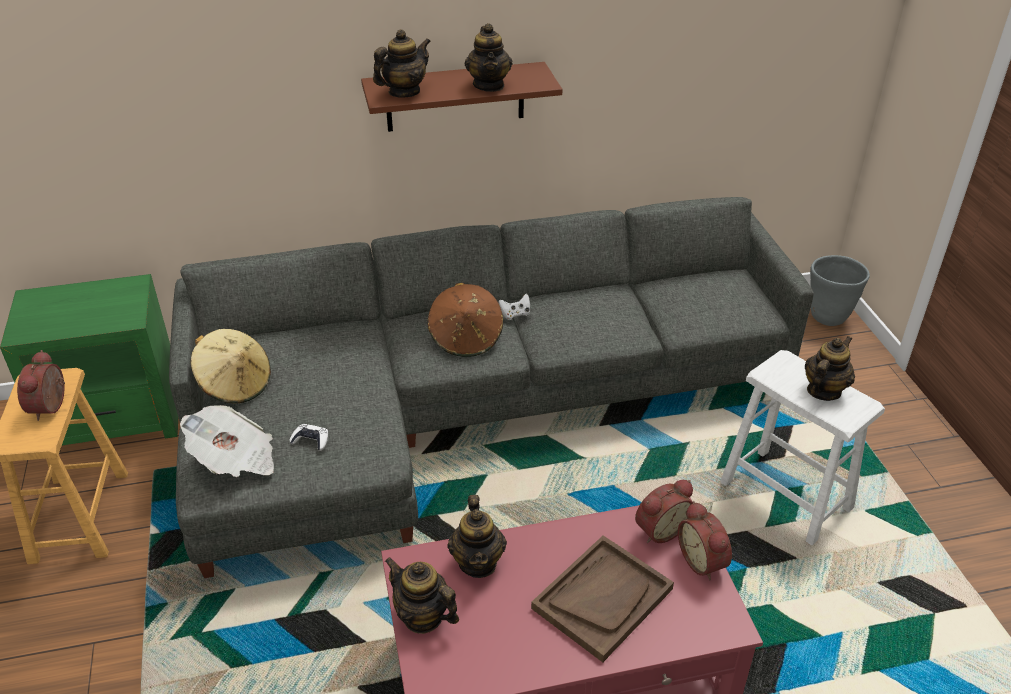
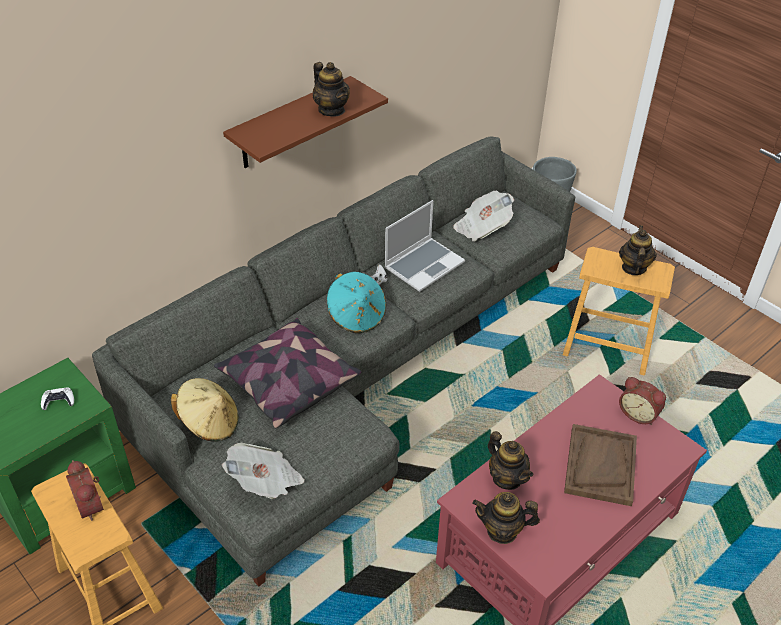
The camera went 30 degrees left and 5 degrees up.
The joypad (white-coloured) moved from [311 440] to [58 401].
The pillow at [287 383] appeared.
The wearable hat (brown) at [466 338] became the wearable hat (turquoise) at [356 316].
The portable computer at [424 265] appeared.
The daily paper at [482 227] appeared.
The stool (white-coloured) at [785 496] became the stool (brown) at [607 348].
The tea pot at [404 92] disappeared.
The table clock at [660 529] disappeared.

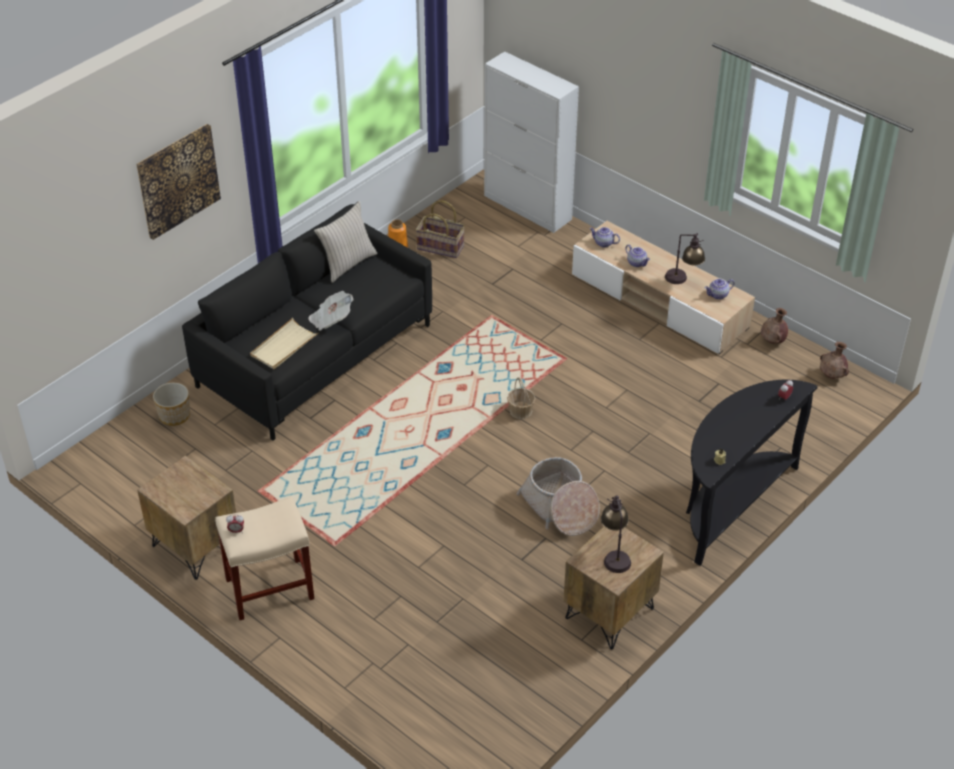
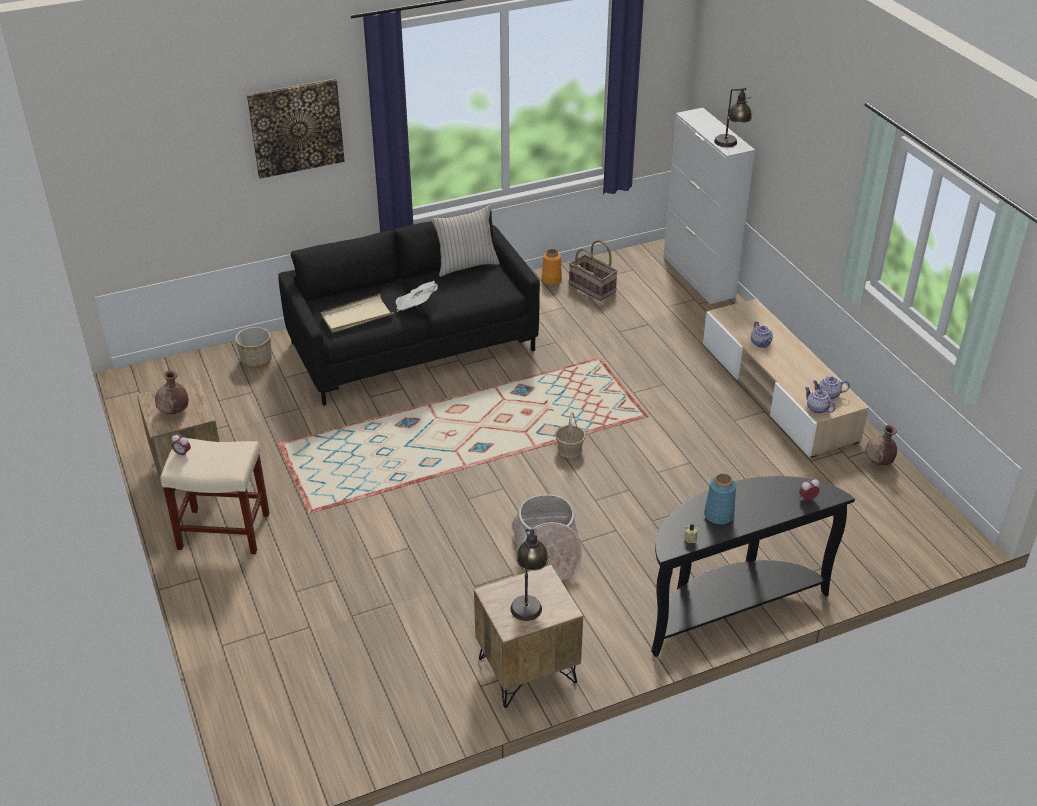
The camera went 25 degrees right and 5 degrees down.
The flower vase (brown) moved from [832 376] to [174 412].
The flower vase (blue) at [718 514] appeared.
The tabletop lamp moved from [683 280] to [731 145].
The tea pot moved from [603 243] to [817 409].

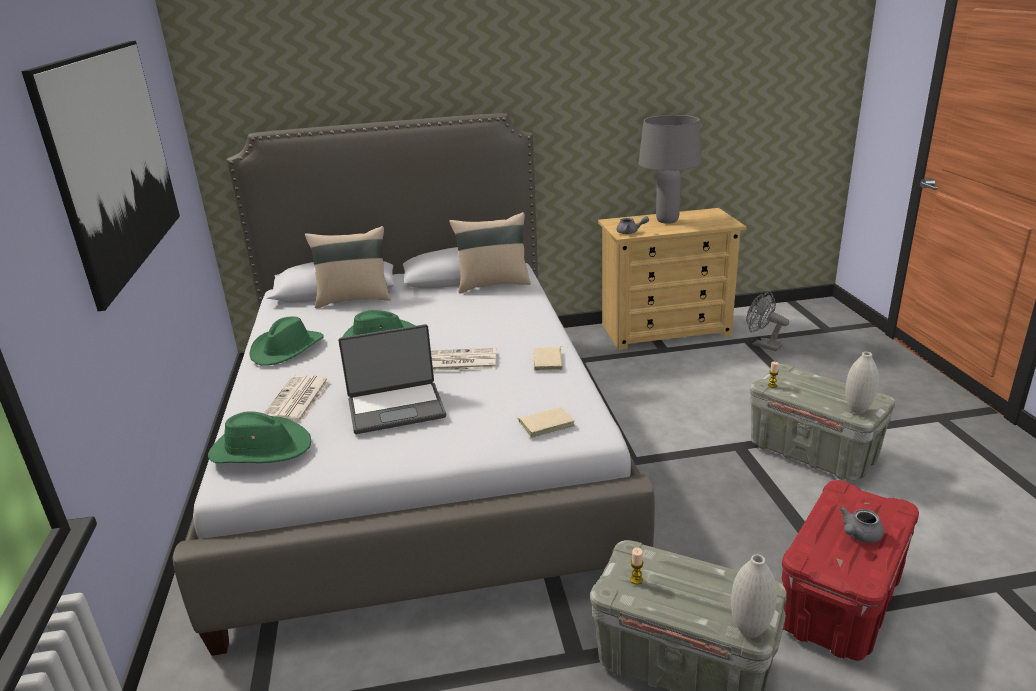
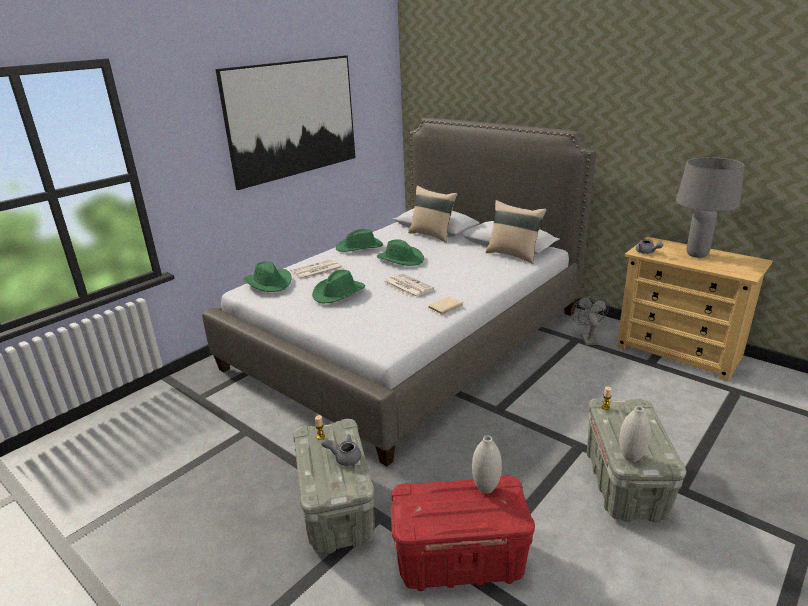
The camera went 50 degrees right and 0 degrees up.
The portable computer at [396 408] was replaced by the wearable hat (green-coloured) at [339 293].
The tea pot (gray) moved from [858 535] to [344 457].
The flower vase (white-coloured) moved from [749 630] to [486 488].
The cooling fan (gray) moved from [762 345] to [587 338].
The volume (beige-coloured) at [545 424] disappeared.

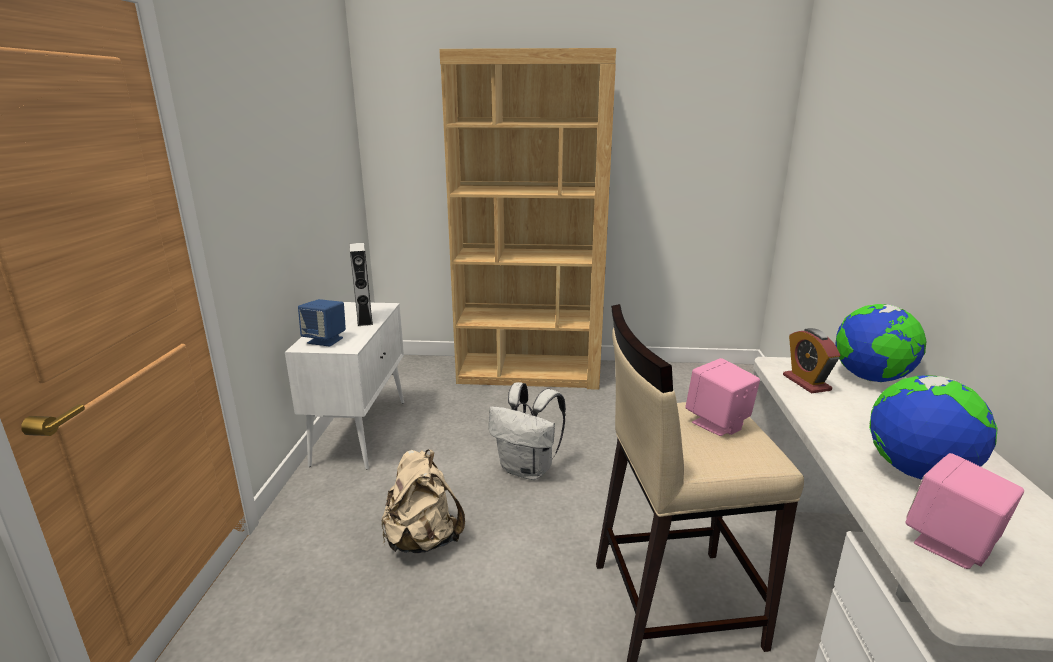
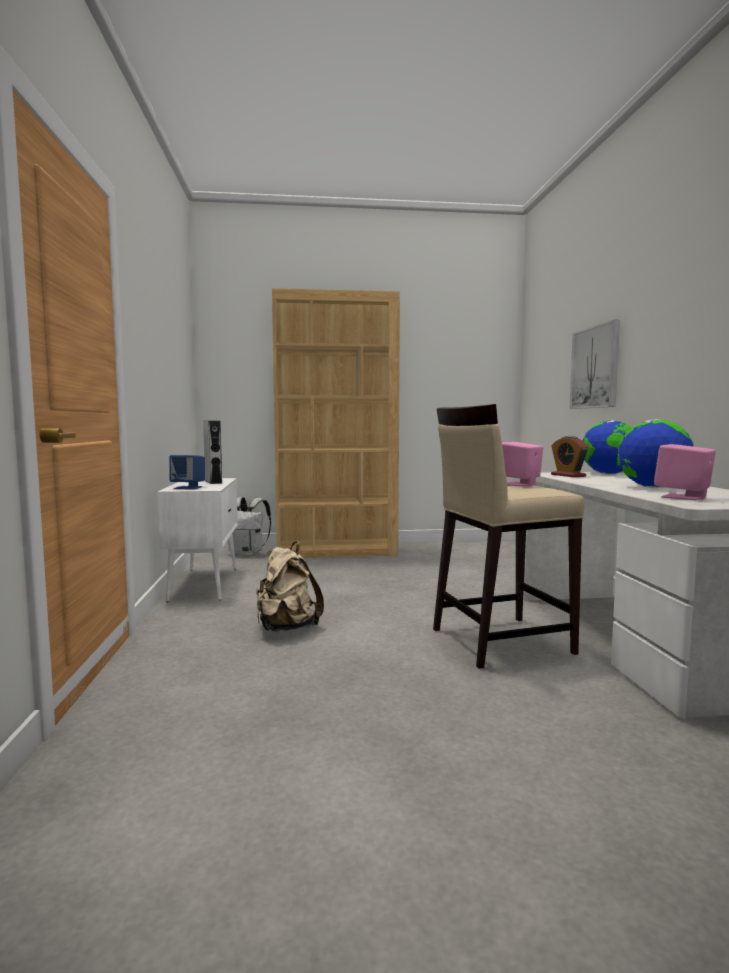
The camera went 10 degrees left and 15 degrees down.
The backpack (white-coloured) moved from [528 469] to [247 553].
The wall art at [595 367] appeared.

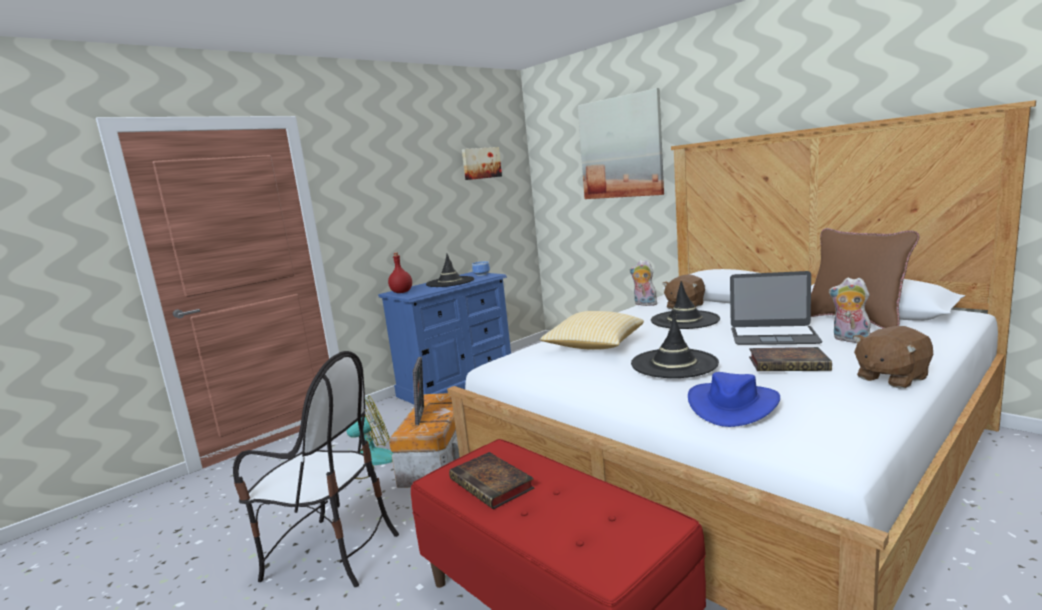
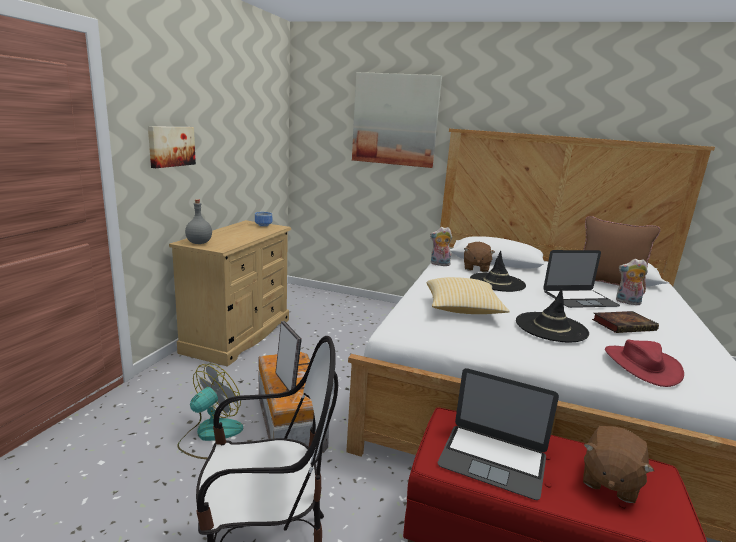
The camera went 30 degrees left and 5 degrees up.
The wall art moved from [481 163] to [171 146].
The chest of drawers (blue) at [458 384] became the chest of drawers (beige-coloured) at [238 335].
The beverage bottle (red-coloured) at [401 292] became the beverage bottle (gray) at [199 243].
The volume at [493 485] was replaced by the portable computer at [493 459].
The soft toy (brown) moved from [891 378] to [609 481].
The wearable hat (blue) at [732 405] became the wearable hat (red-coloured) at [641 365].
The wearable hat (black) at [450 282] disappeared.

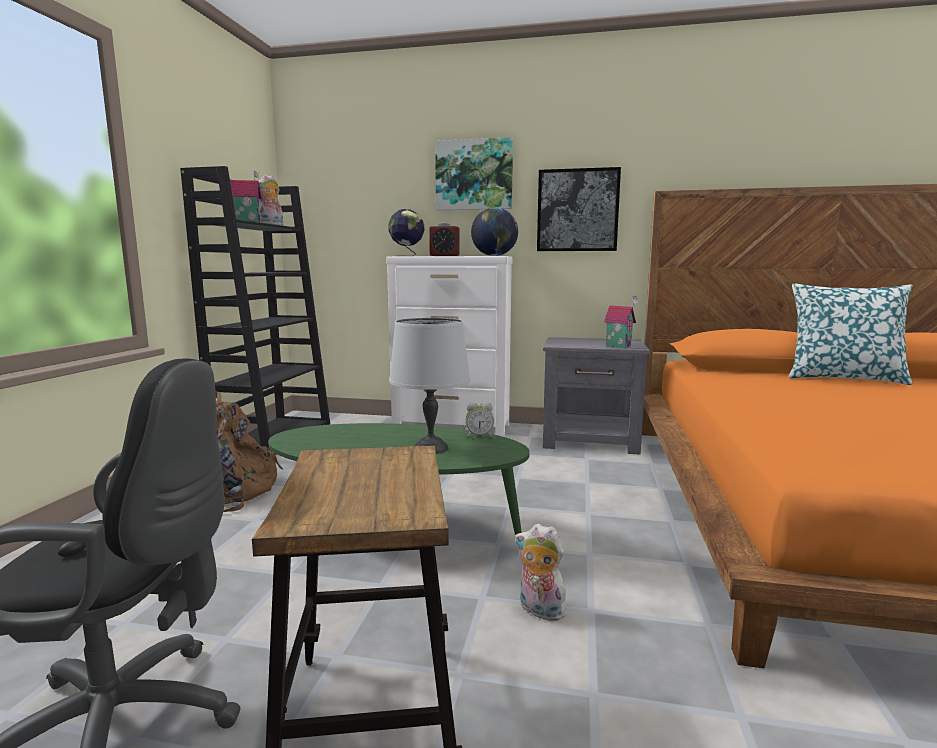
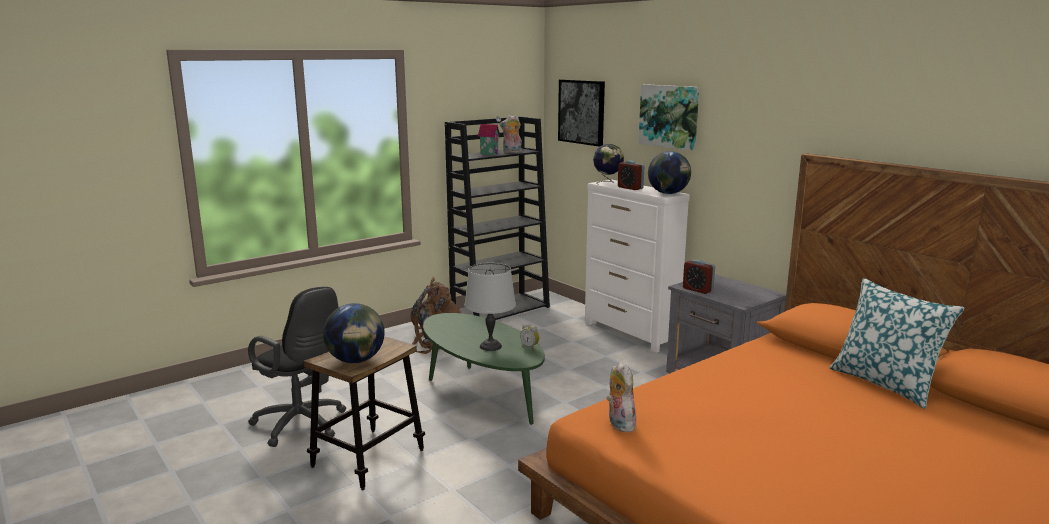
The camera went 40 degrees right and 5 degrees up.
The world globe at [356 360] appeared.
The wall art moved from [577 210] to [582 112].
The soft toy moved from [539 610] to [619 424].
The table clock at [697 290] appeared.
The model house at [619 346] disappeared.

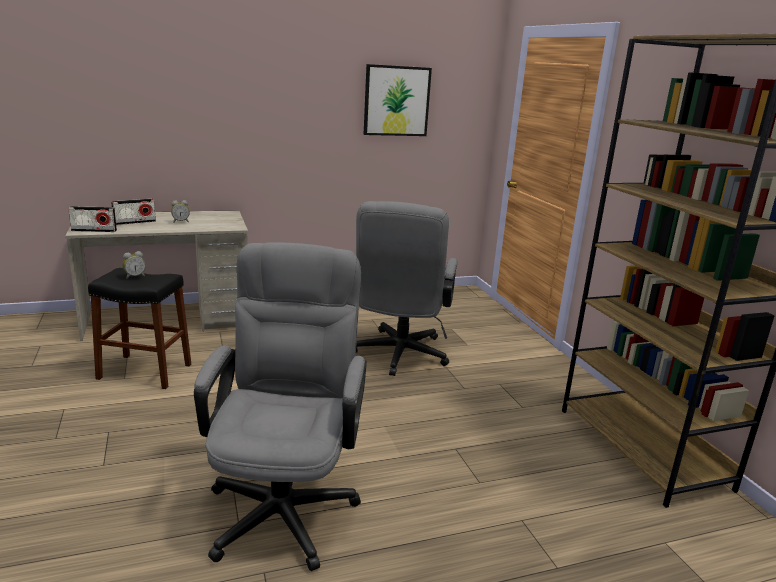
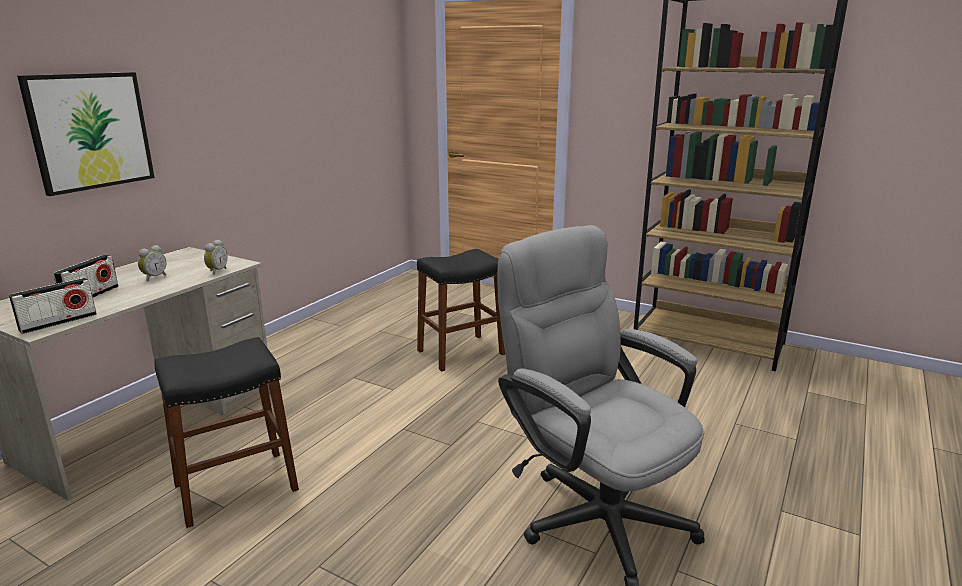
The camera went 40 degrees left and 0 degrees up.
The wall art moved from [396 101] to [90 131].
The table clock moved from [134 276] to [216 271].
The computer chair (gray) at [398 357] was replaced by the stool (black) at [461 352].

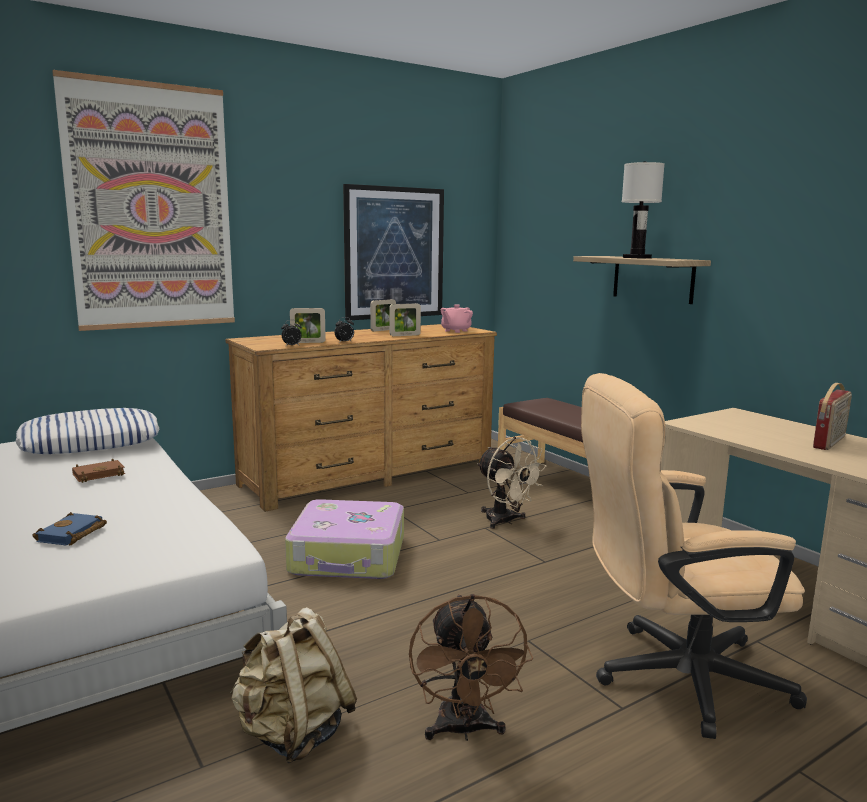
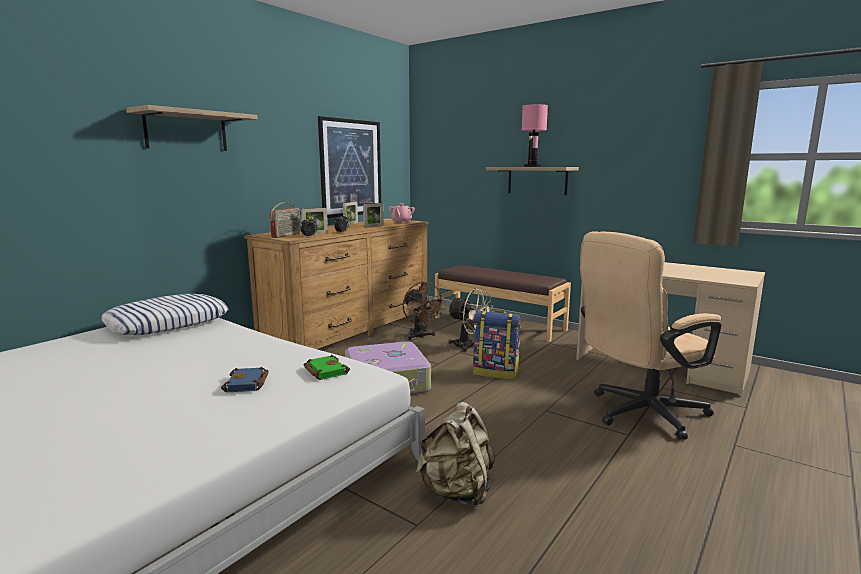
The camera went 20 degrees left and 0 degrees up.
The wall art at [151 208] was replaced by the wall shelf at [186 131].
The radio receiver moved from [830 442] to [287 235].
The volume (green-coloured) at [324 371] appeared.
The cooling fan (brown) moved from [464 730] to [420 336].
The backpack at [496 372] appeared.
The tabletop lamp (white-coloured) at [636 258] became the tabletop lamp (pink-coloured) at [532 166].
The volume (brown) at [100 474] disappeared.

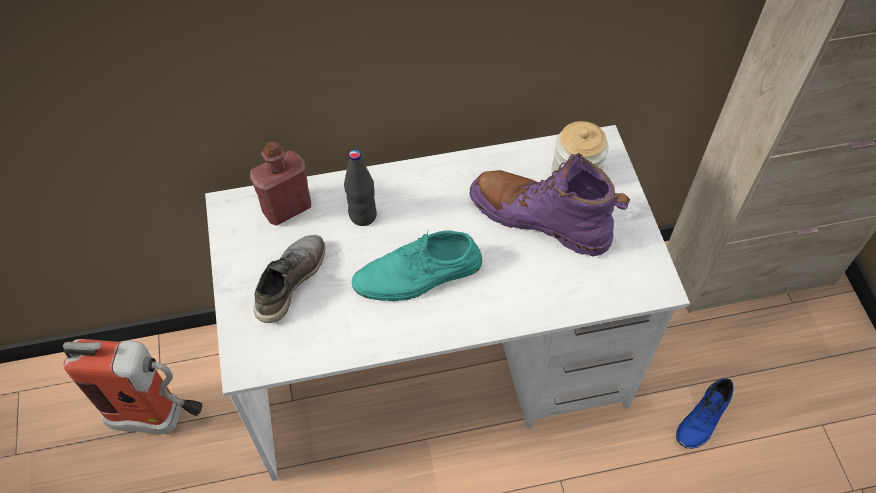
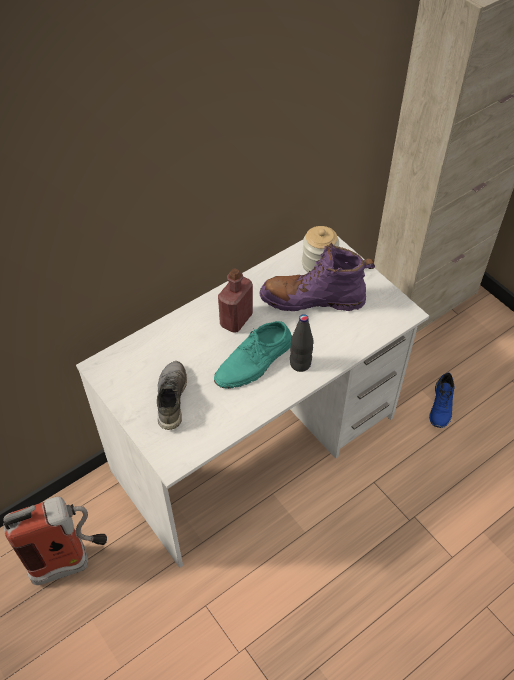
The camera went 25 degrees left and 5 degrees down.
The beverage bottle (red-coloured) moved from [287 208] to [236 320].
The beverage bottle (black) moved from [362 215] to [300 364].

